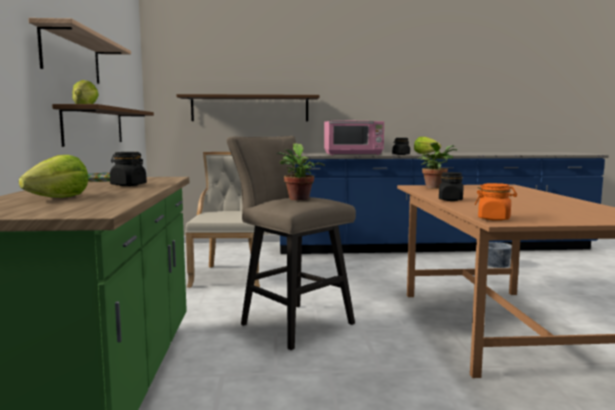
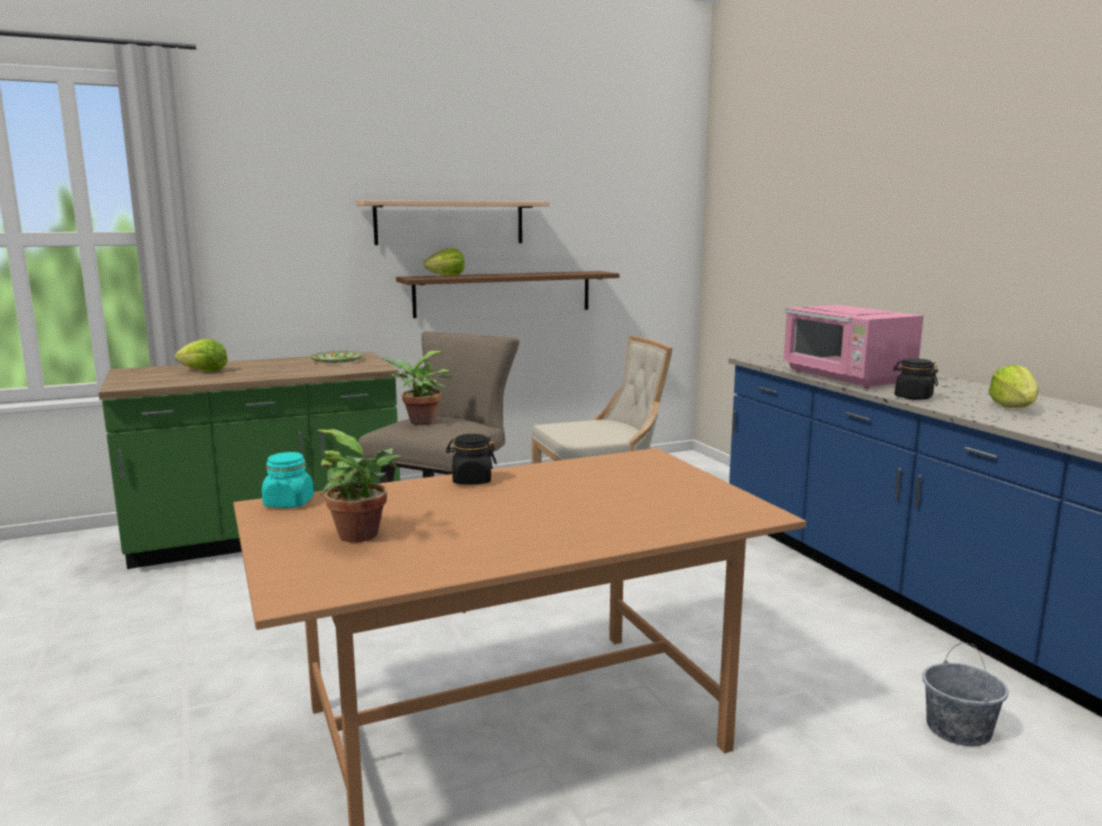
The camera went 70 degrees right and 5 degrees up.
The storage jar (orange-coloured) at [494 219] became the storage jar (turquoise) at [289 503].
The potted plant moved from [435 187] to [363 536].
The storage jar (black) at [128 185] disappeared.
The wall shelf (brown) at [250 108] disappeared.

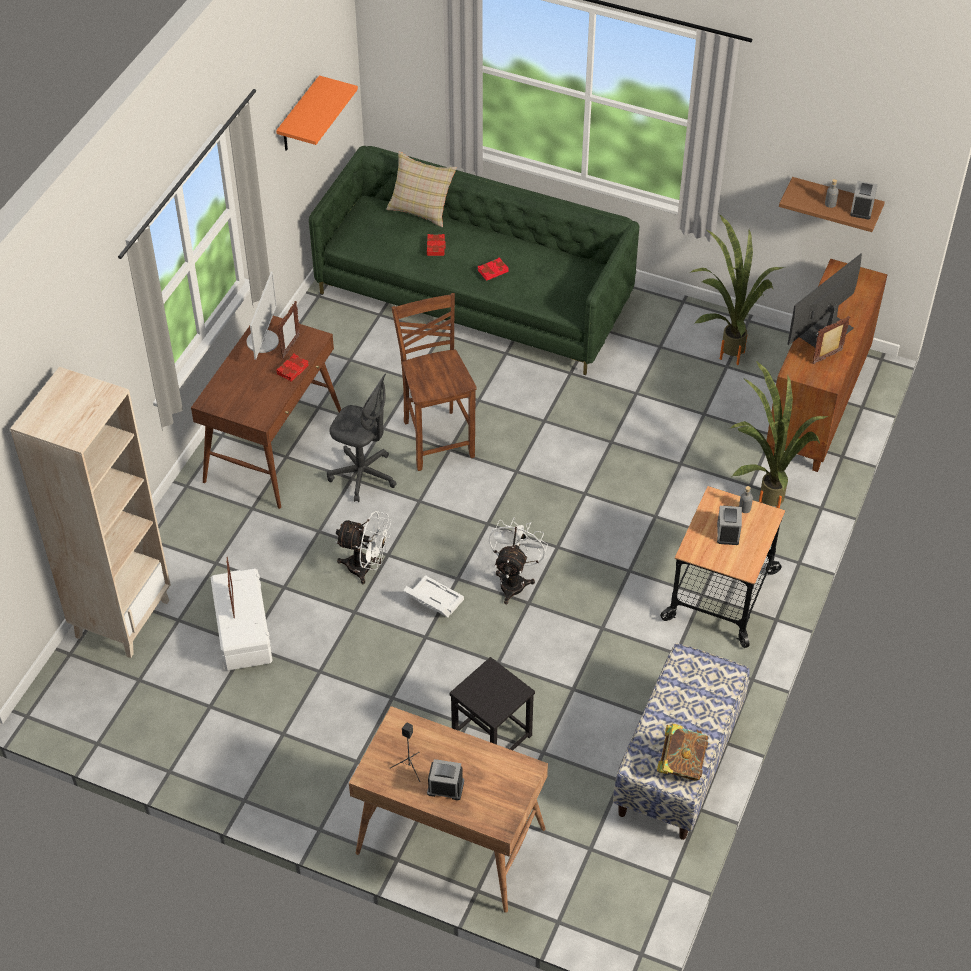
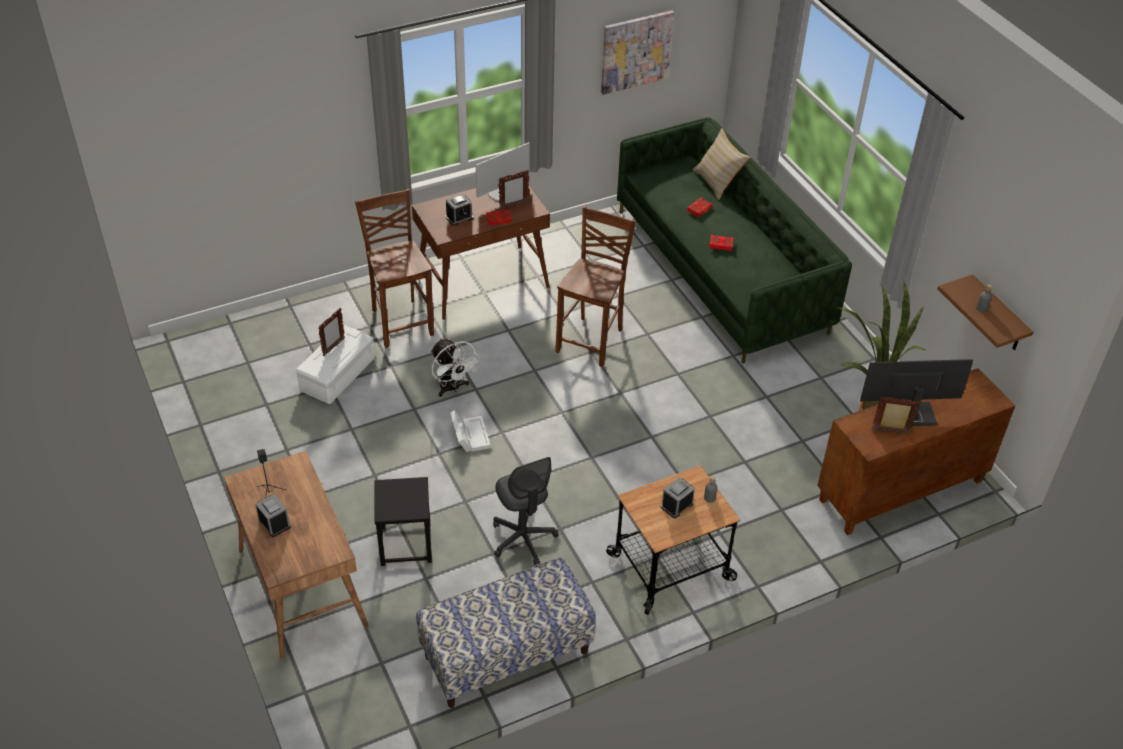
The camera went 40 degrees right and 5 degrees down.
The chair (brown) at [401 322] appeared.
The table clock moved from [862 208] to [459 217].
The computer chair (gray) moved from [363 475] to [523 539].
The wall shelf (orange-coloured) at [299 116] was replaced by the wall art at [636 51].
The shelving unit (beige-coloured) at [122 618] disappeared.
The cooling fan (white-coloured) at [514 580] disappeared.
The volume at [681 763] disappeared.
The potted plant at [763 500] disappeared.

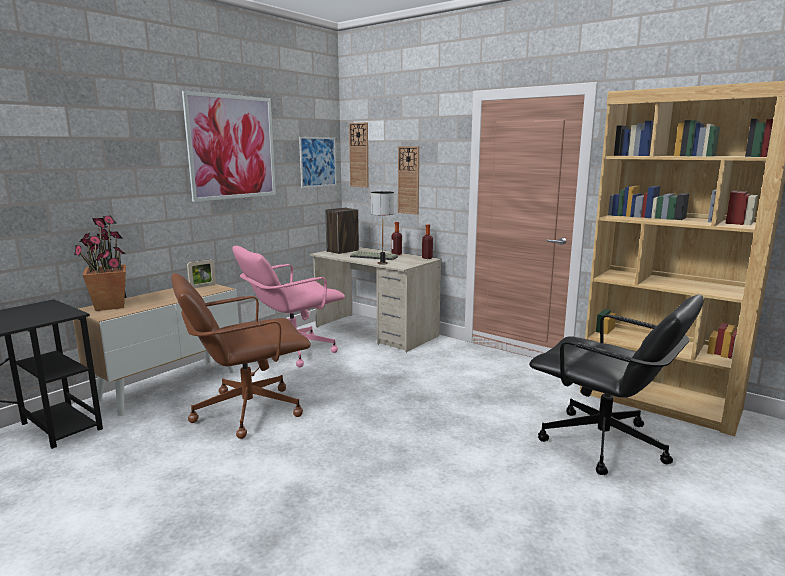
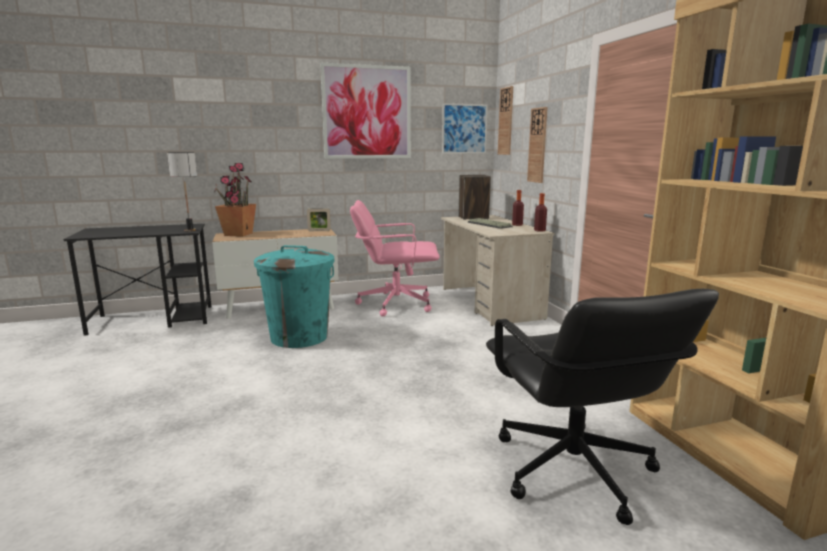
The camera went 35 degrees right and 0 degrees up.
The tabletop lamp moved from [382 263] to [189 230].
The computer chair (brown) at [246 411] was replaced by the trash can (turquoise) at [299 336].

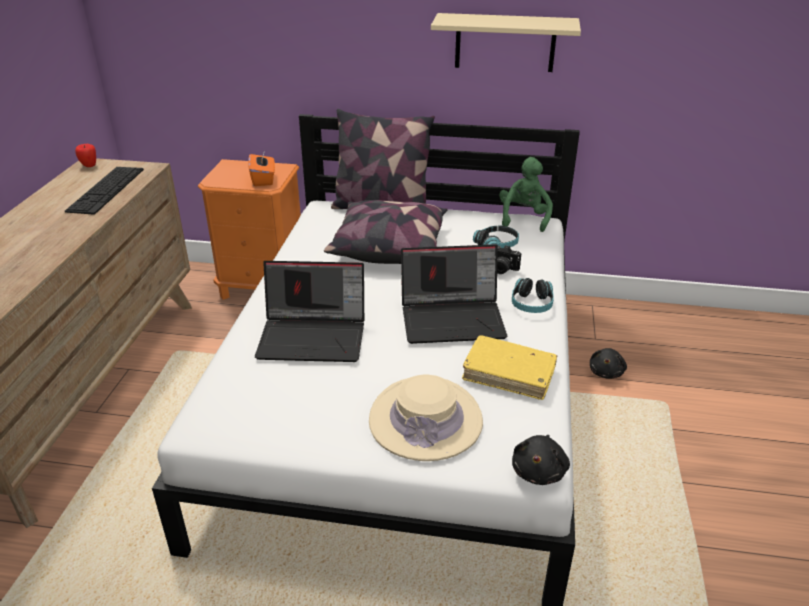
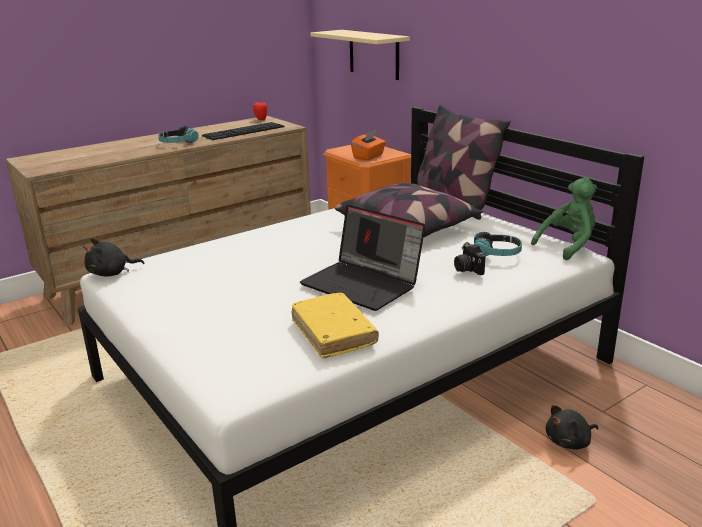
The camera went 45 degrees right and 10 degrees down.
The soft toy (black) moved from [539 471] to [111 273].
The pair of headphones moved from [531 304] to [178 143].
The wall shelf (beige-coloured) moved from [505 42] to [374 54].
The portable computer at [314 336] disappeared.
The wearable hat (beige-coloured) at [425 420] disappeared.

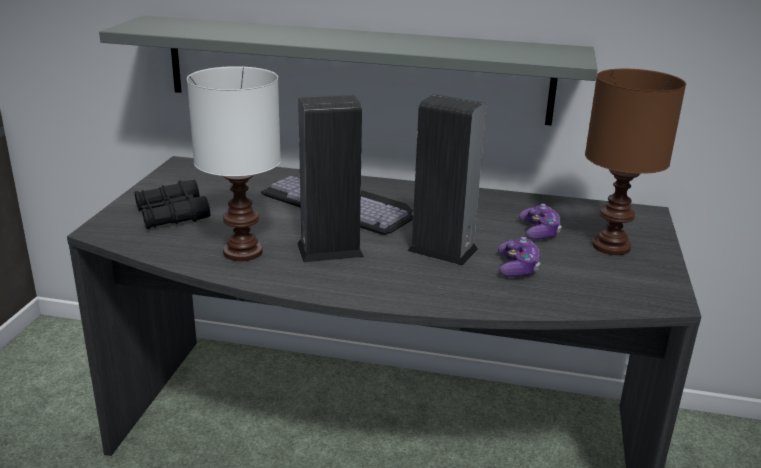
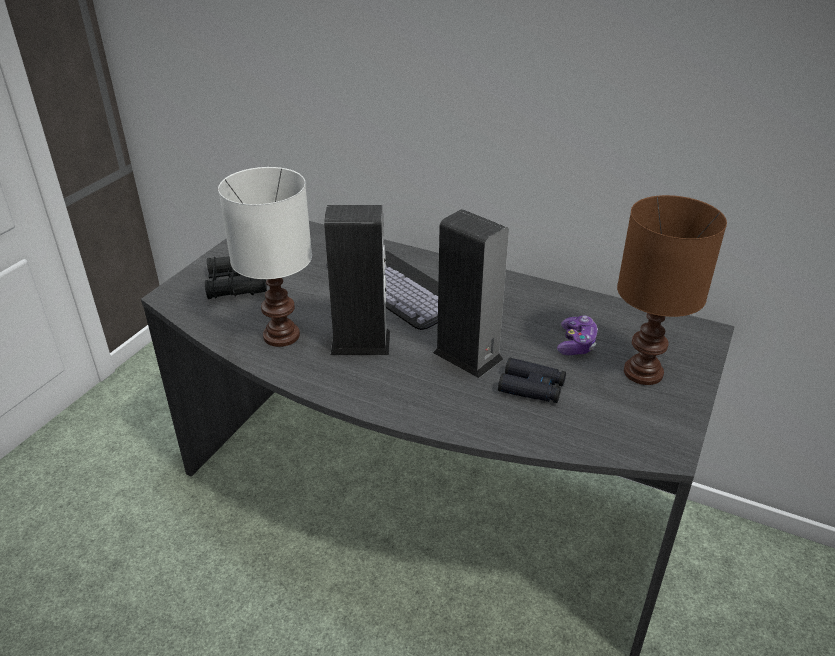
The camera went 15 degrees right and 10 degrees up.
The joypad at [517 267] was replaced by the binoculars (black) at [531 387].
The wall shelf (gray) at [356 69] disappeared.

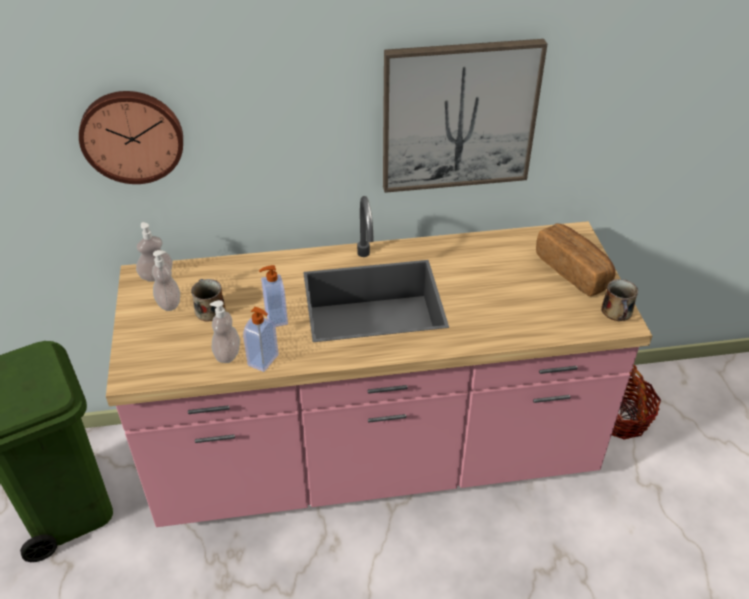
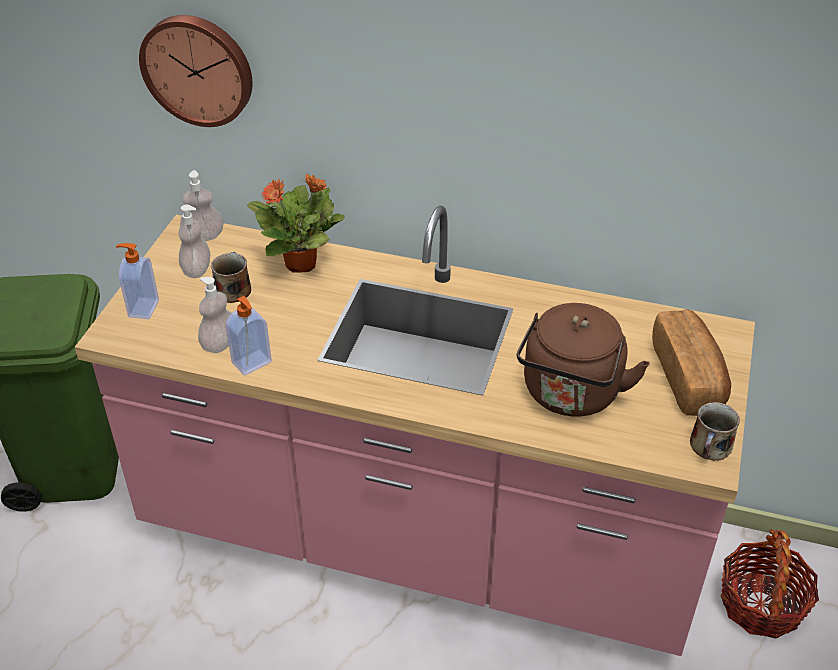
The camera went 25 degrees right and 0 degrees up.
The soap dispenser moved from [275 318] to [142 308].
The potted plant at [302 264] appeared.
The kettle (brown) at [570 395] appeared.
The wall art at [459 116] disappeared.

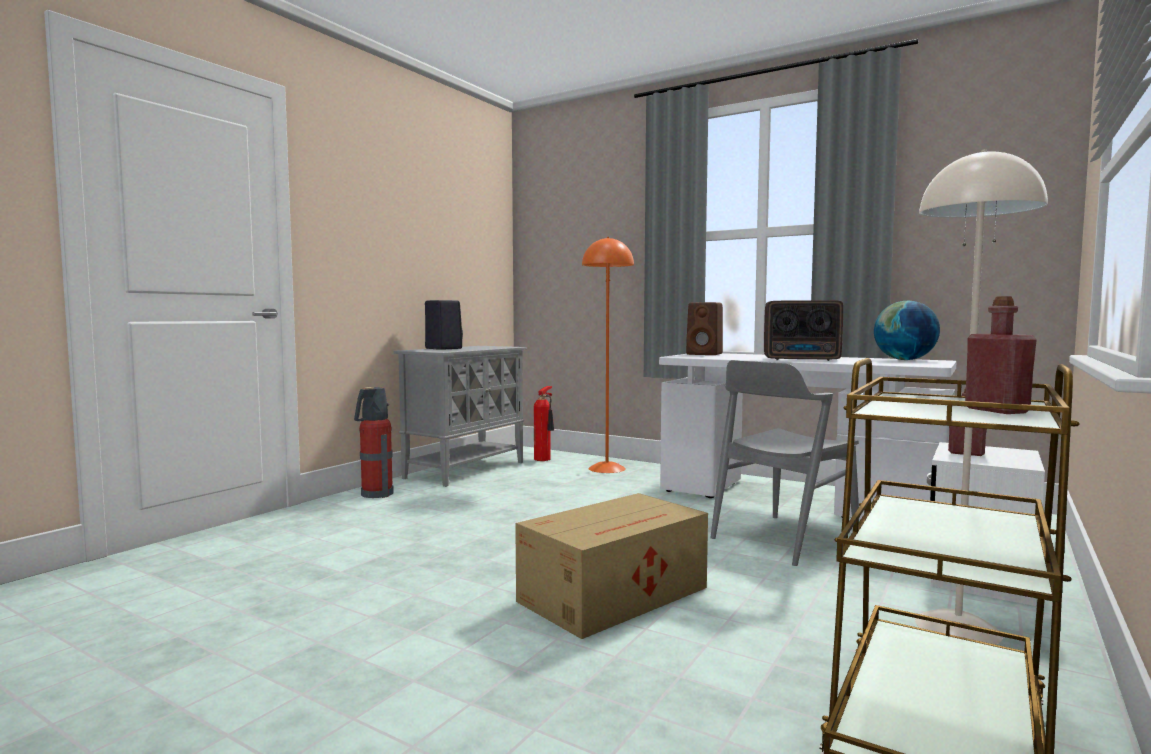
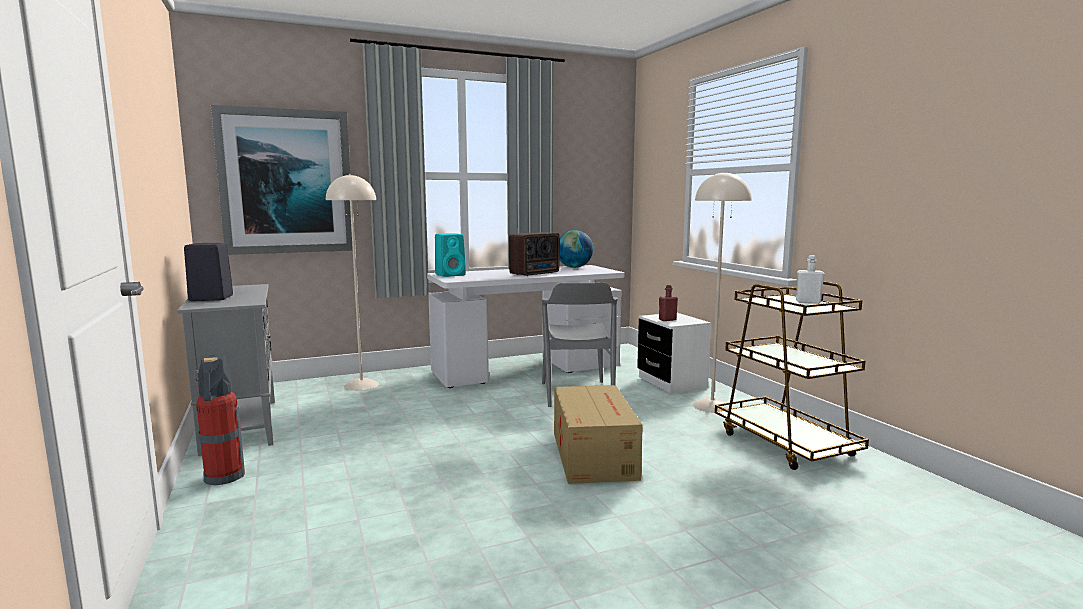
The camera went 55 degrees left and 5 degrees up.
The wall art at [286 182] appeared.
The standard lamp (orange-coloured) at [607 468] became the standard lamp (beige-coloured) at [362 385].
The audio speaker (brown) at [706 354] became the audio speaker (turquoise) at [451 275].
The beverage bottle (red-coloured) at [996 410] became the beverage bottle (white-coloured) at [808 302].
The fire extinguisher at [544 459] disappeared.

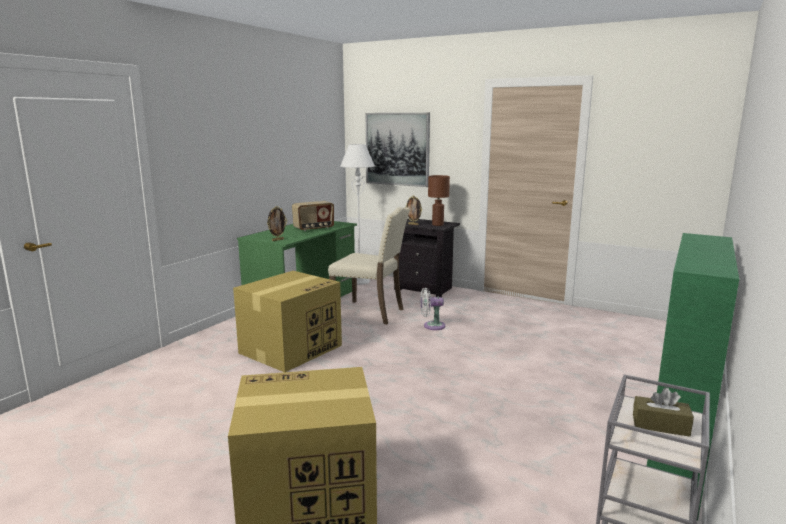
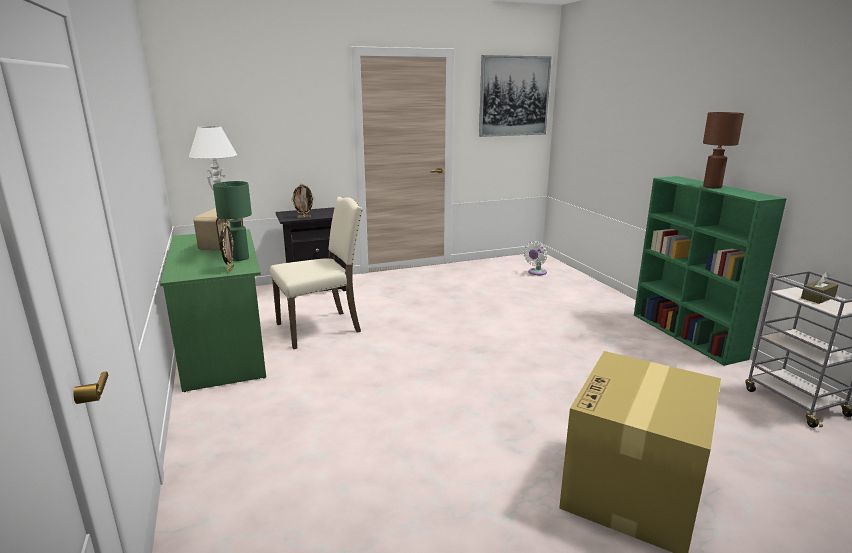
The camera went 50 degrees left and 5 degrees up.
The tabletop lamp (green-coloured) at [240 258] appeared.
The wall art moved from [397 149] to [514 96].
The cooling fan (white-coloured) moved from [431 326] to [536 272].
The tabletop lamp (brown) moved from [437 225] to [712 187].
The cardboard box at [291 348] disappeared.

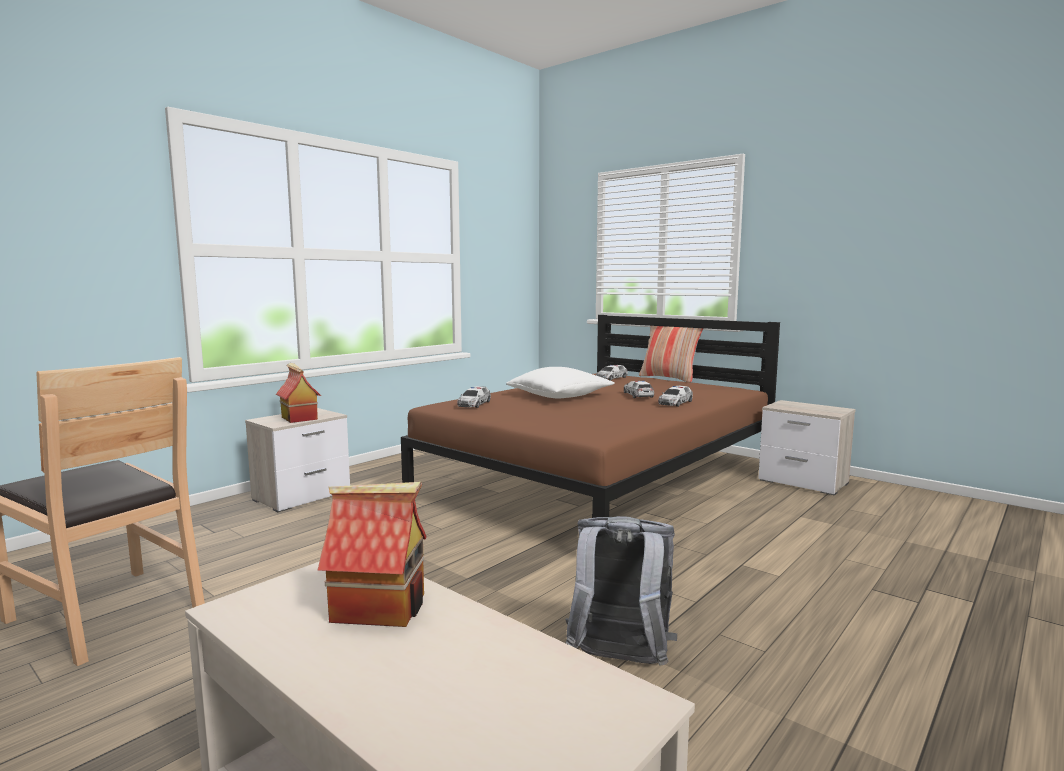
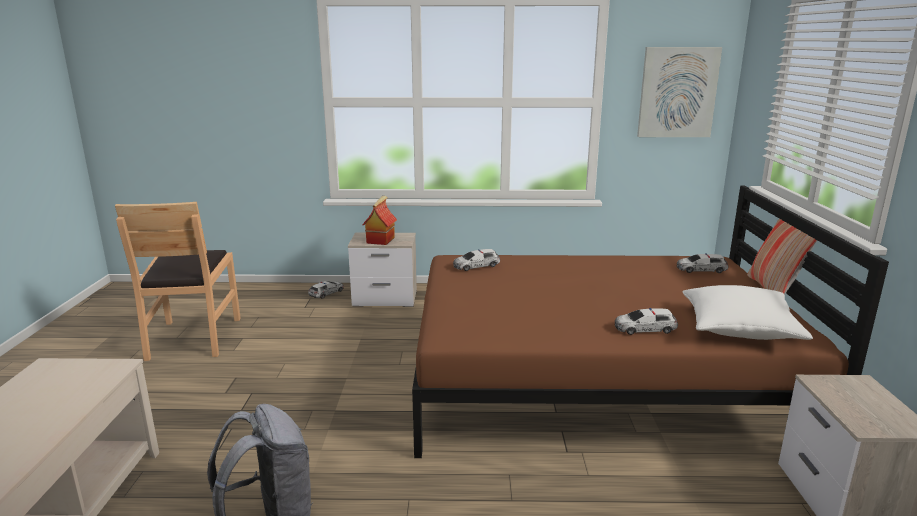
The camera went 50 degrees right and 10 degrees up.
The miniature car moved from [638 395] to [327 293].
The wall art at [677 92] appeared.
The pillow (white-coloured) moved from [560 396] to [739 328].
The model house at [381 607] disappeared.

